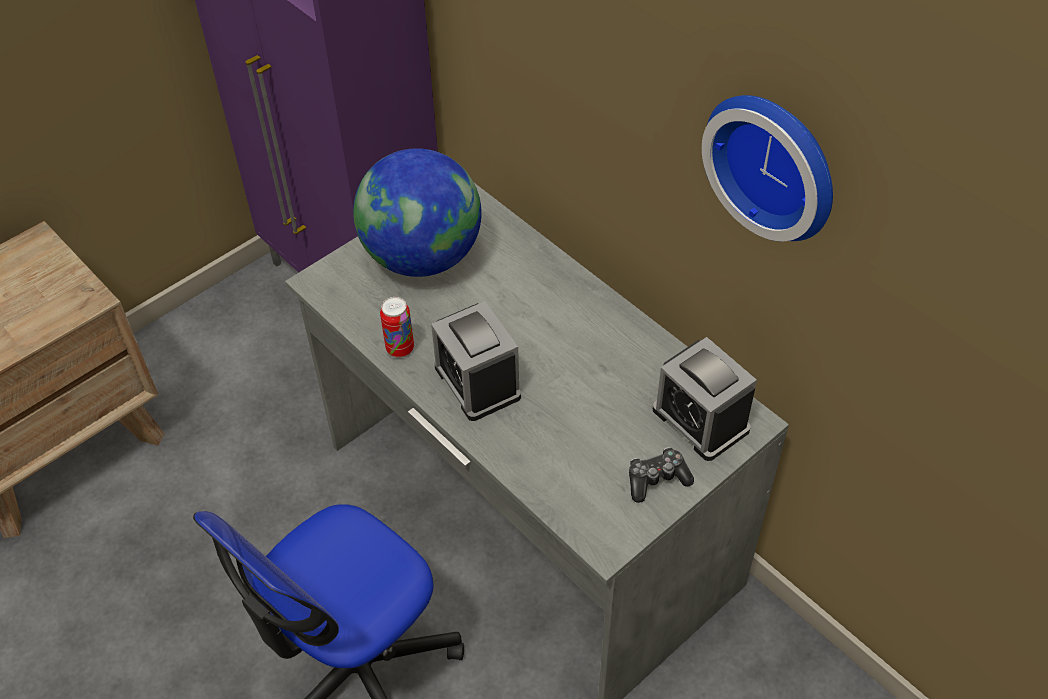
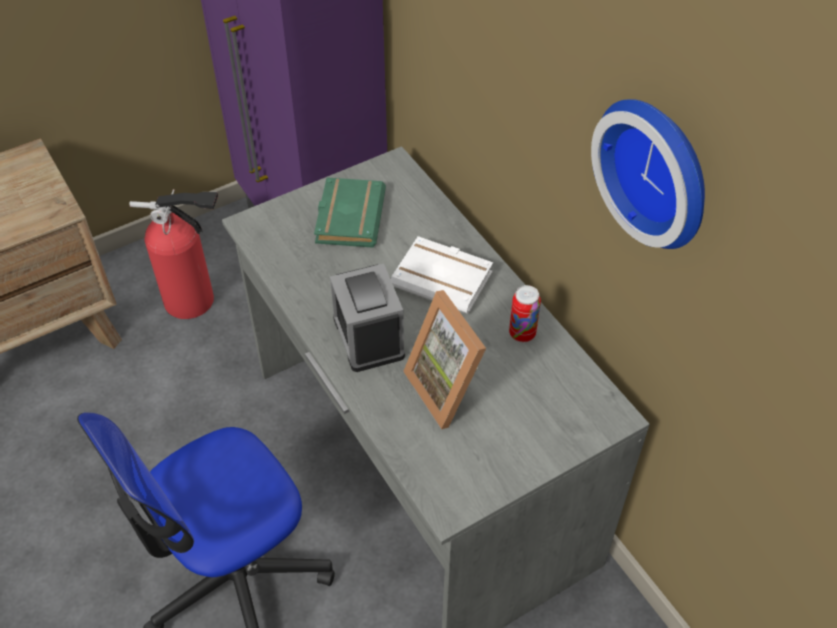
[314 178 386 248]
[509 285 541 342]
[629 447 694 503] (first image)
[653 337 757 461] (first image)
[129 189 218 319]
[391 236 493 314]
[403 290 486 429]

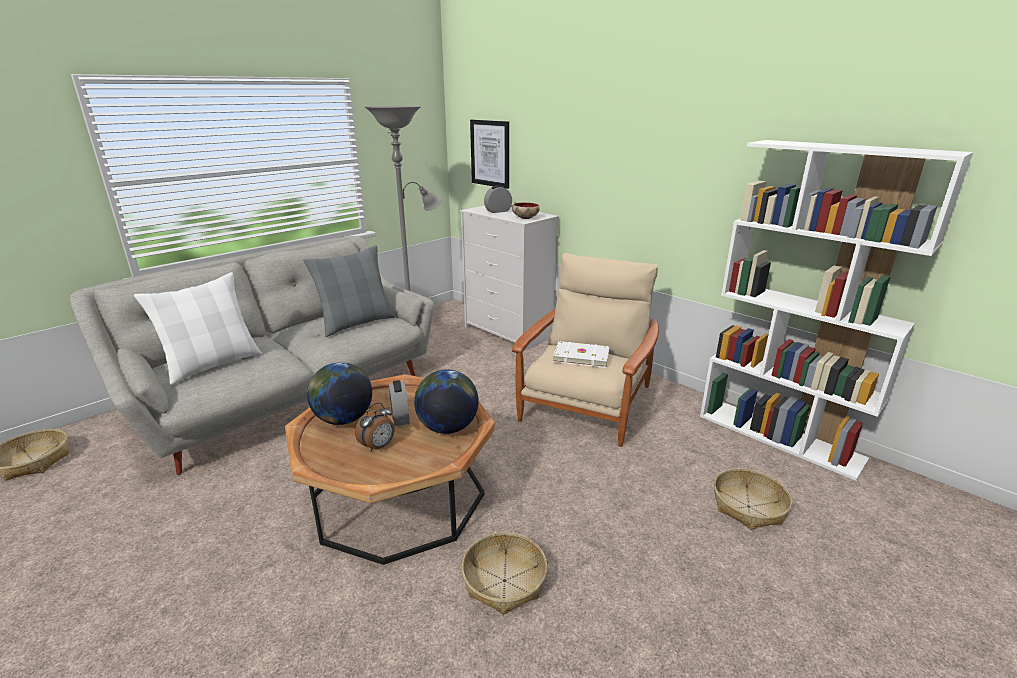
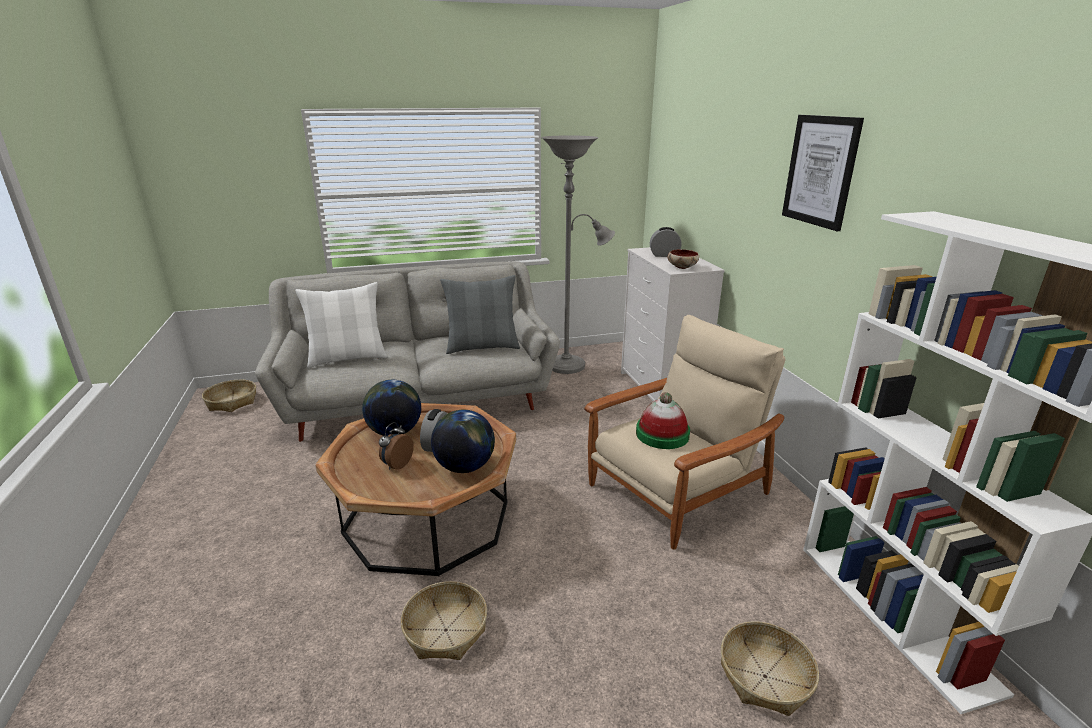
[379 422 414 470]
[782 115 864 231]
[636 392 690 449]

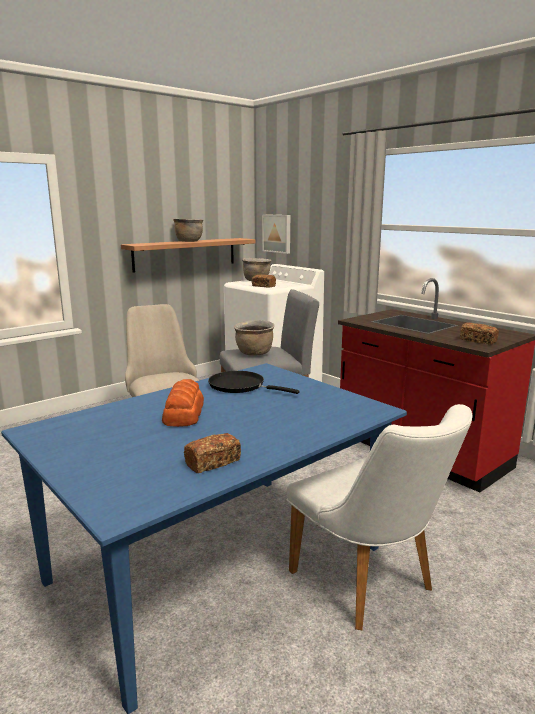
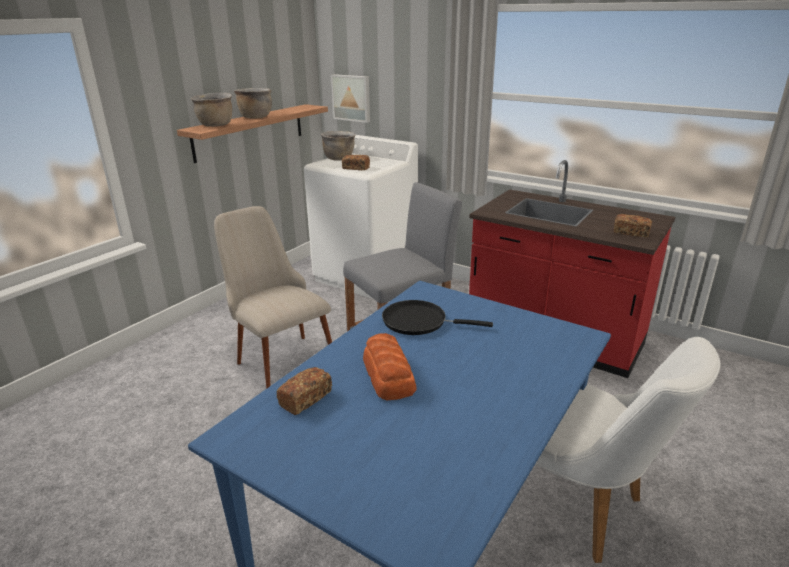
[276 367 332 415]
[191 93 232 127]

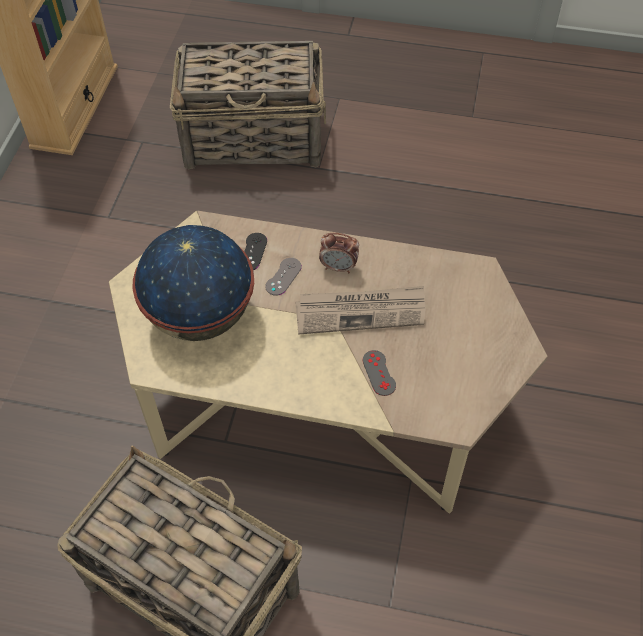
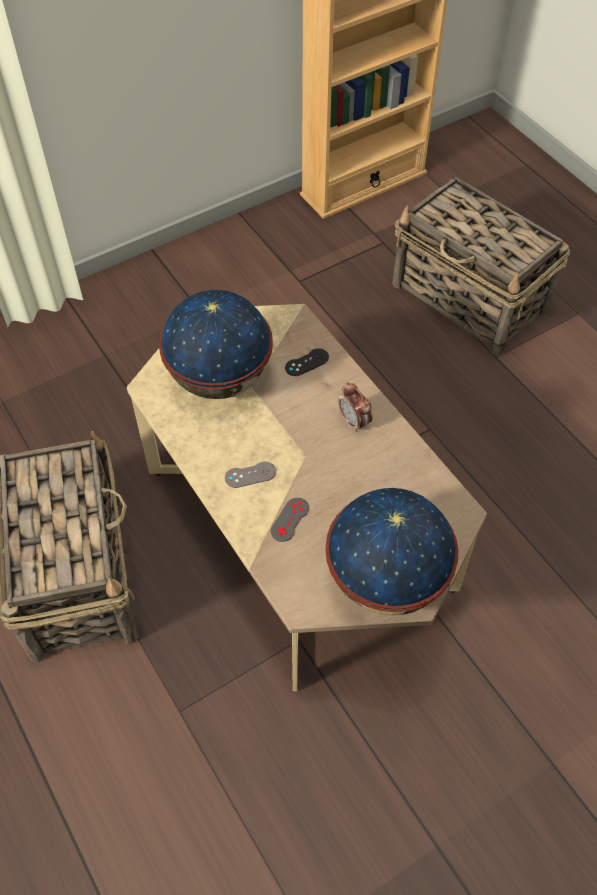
[225 461 276 488]
[296 286 425 335] (first image)
[325 488 458 616]

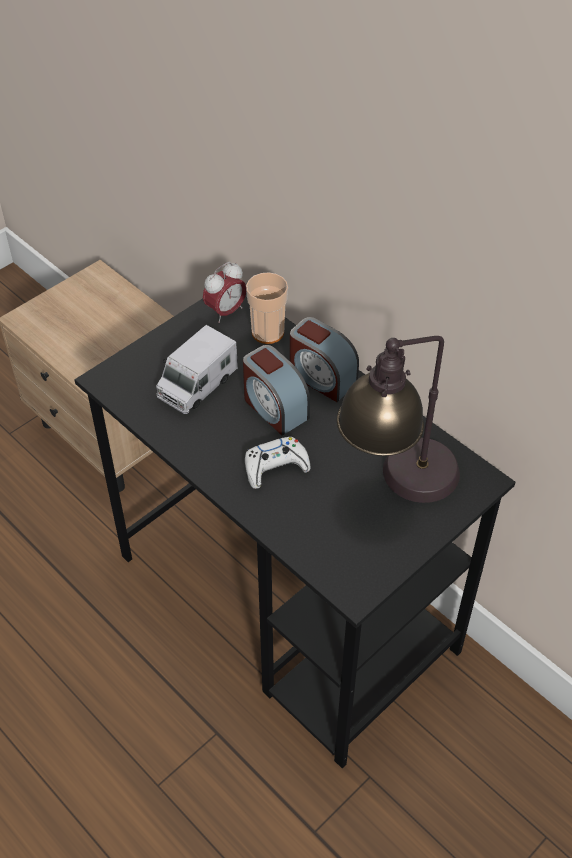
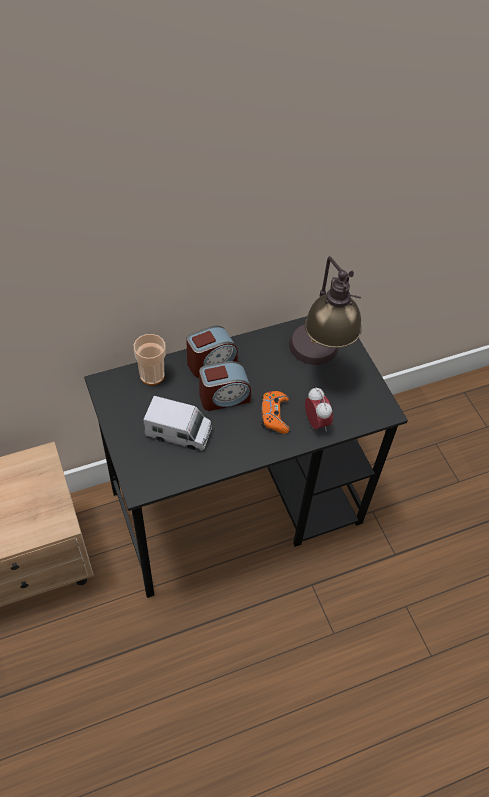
[144 396 212 451]
[305 387 333 431]
[262 391 290 434]

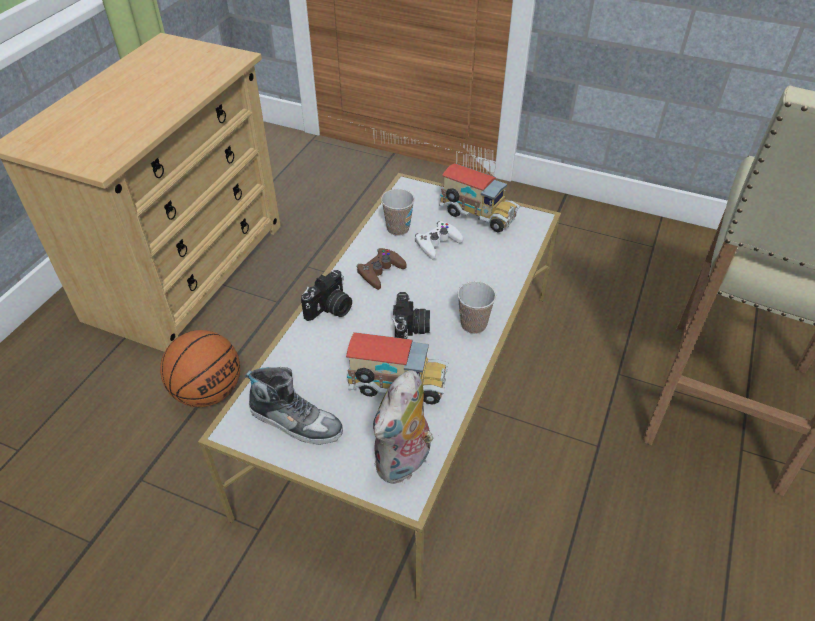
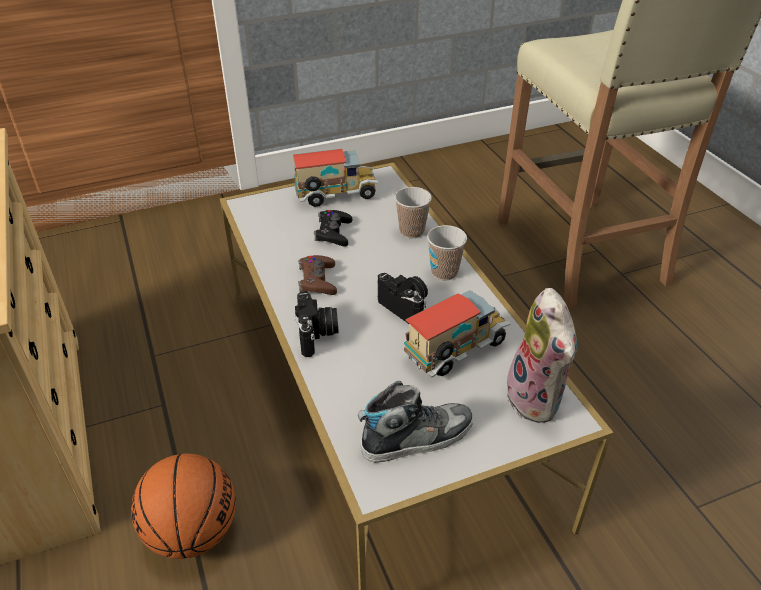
[395 187 432 238]
[314 210 352 247]

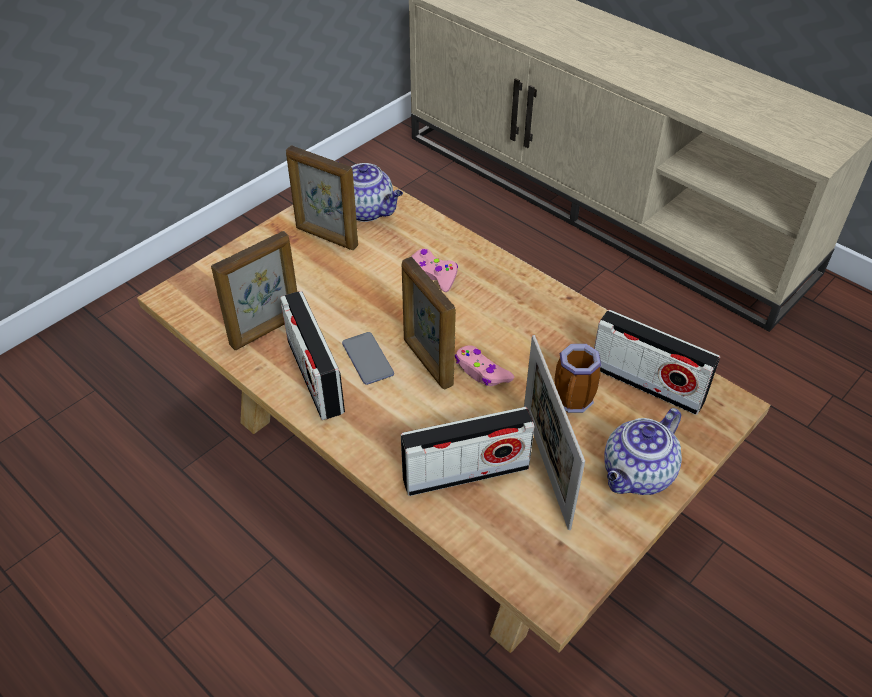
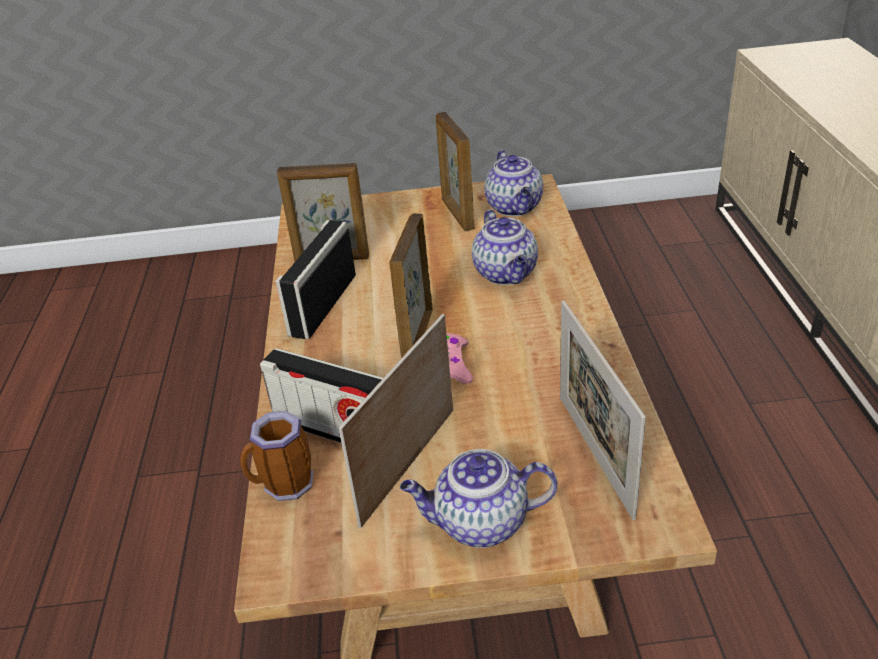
[342 332 394 385] (first image)
[472 209 538 285]
[240 411 313 501]
[560 301 646 520]

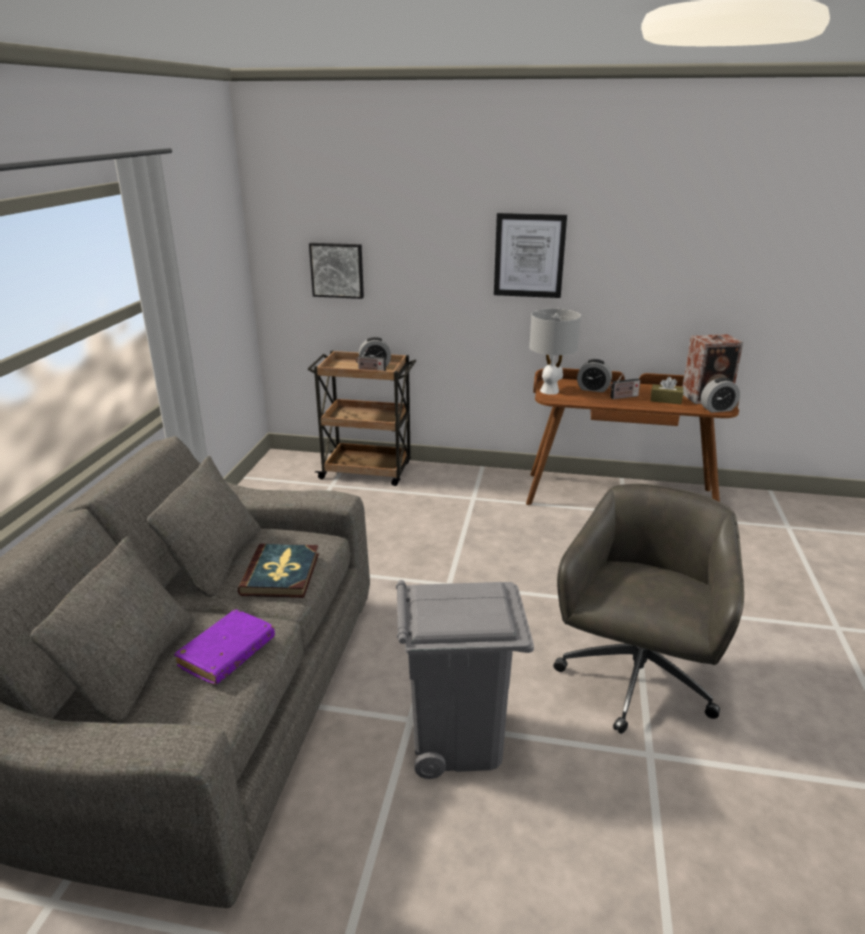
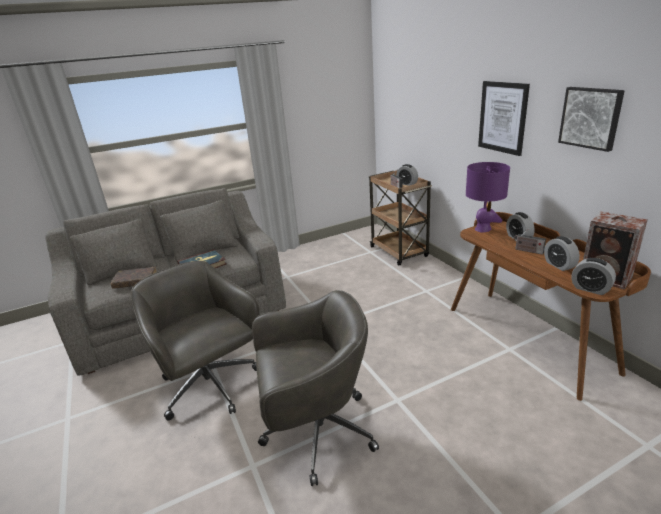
[111 267 157 289]
[558 87 625 152]
[131 261 260 420]
[466 162 510 233]
[544 236 580 271]

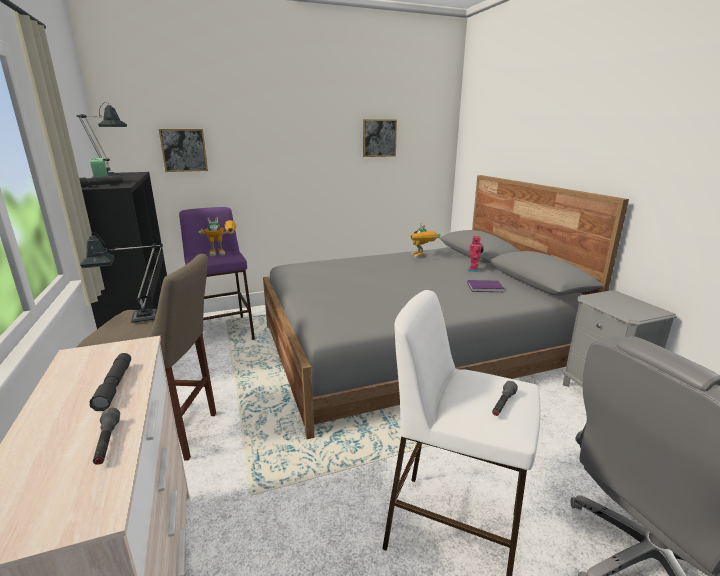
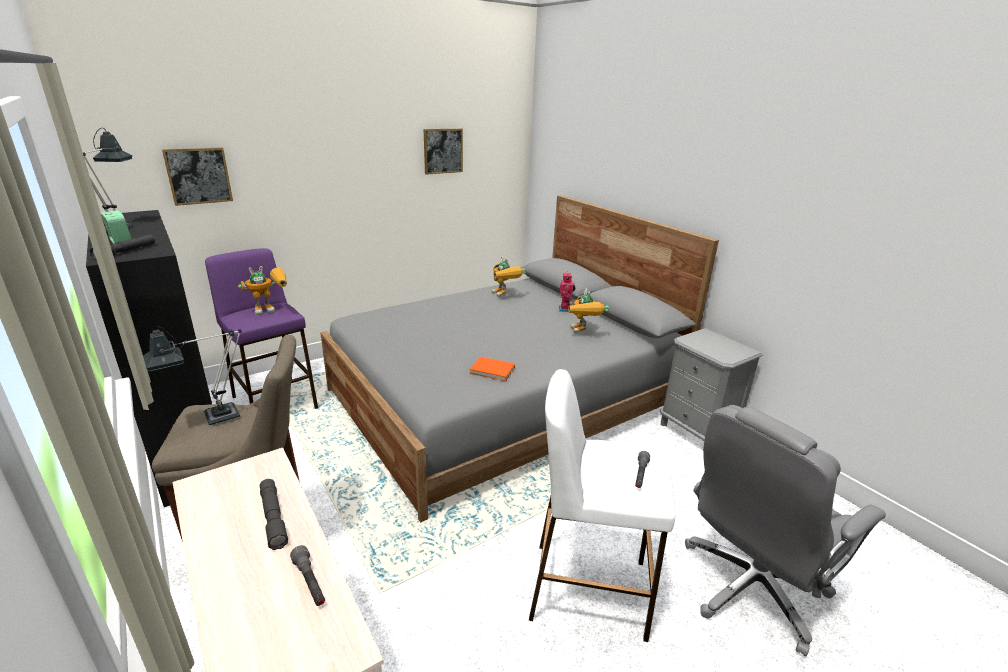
[568 288 609 334]
[469 357 515 381]

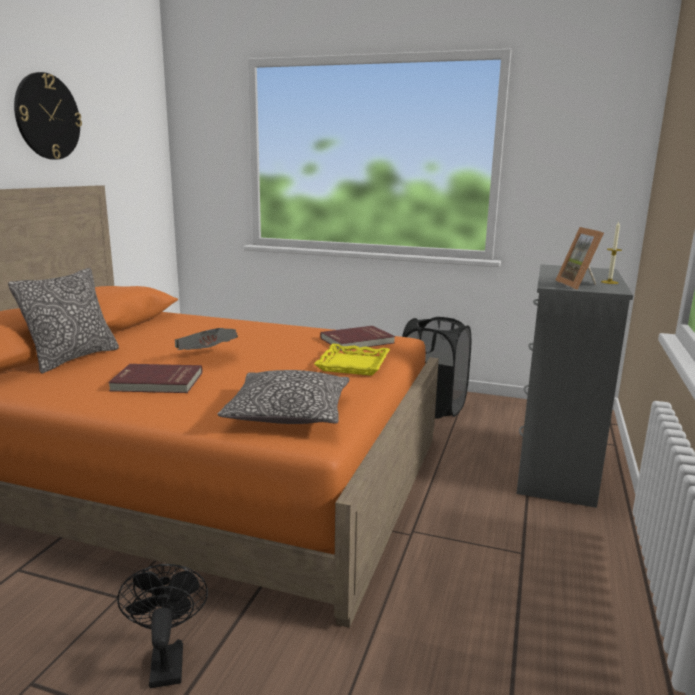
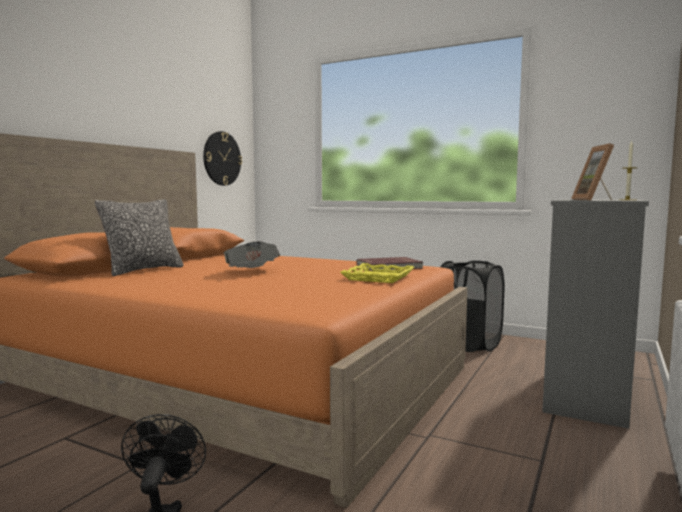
[203 131 242 186]
[108 364 202 393] (first image)
[218 370 349 424] (first image)

